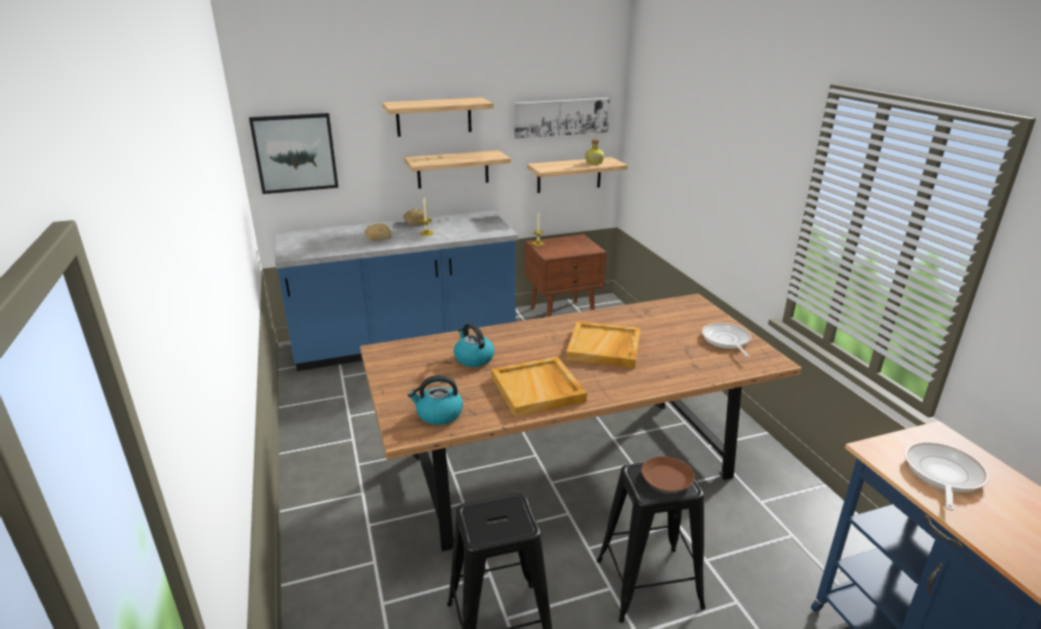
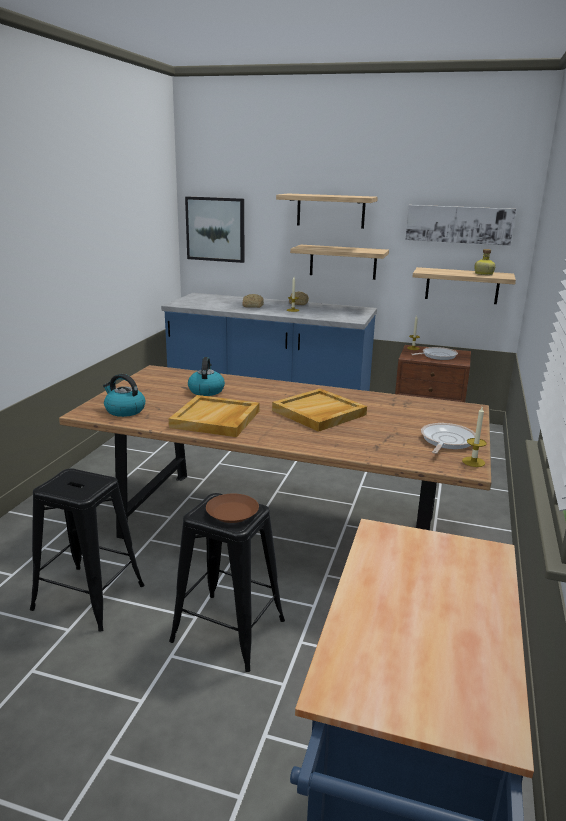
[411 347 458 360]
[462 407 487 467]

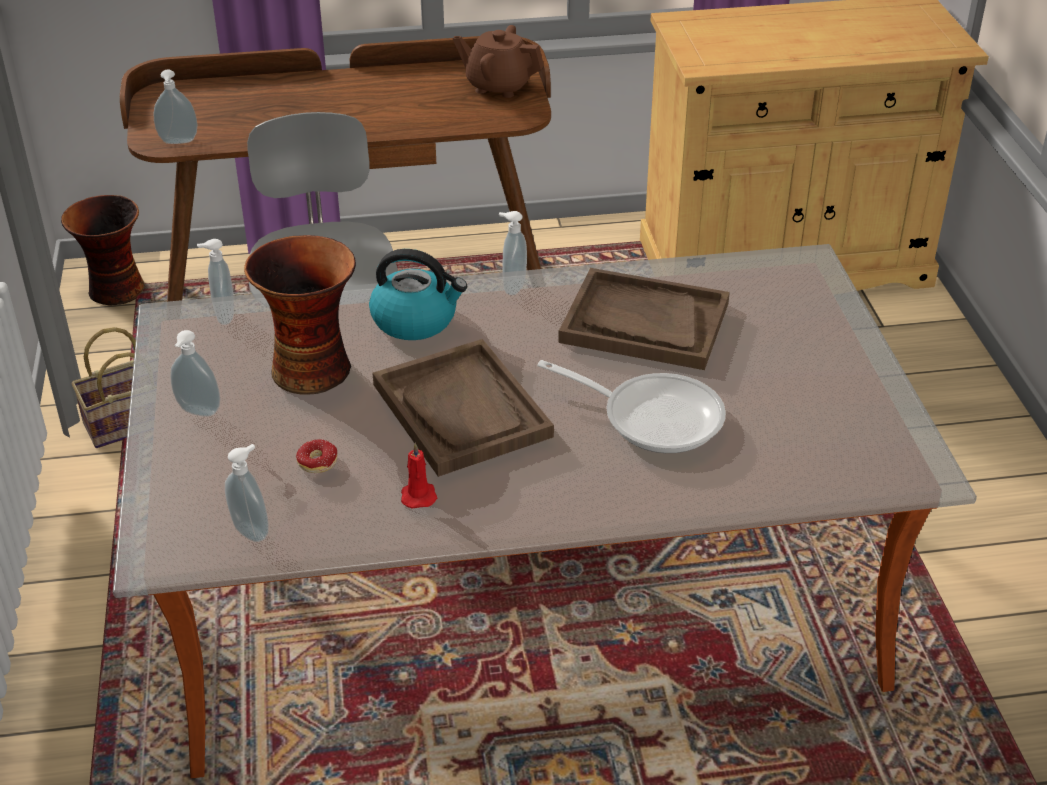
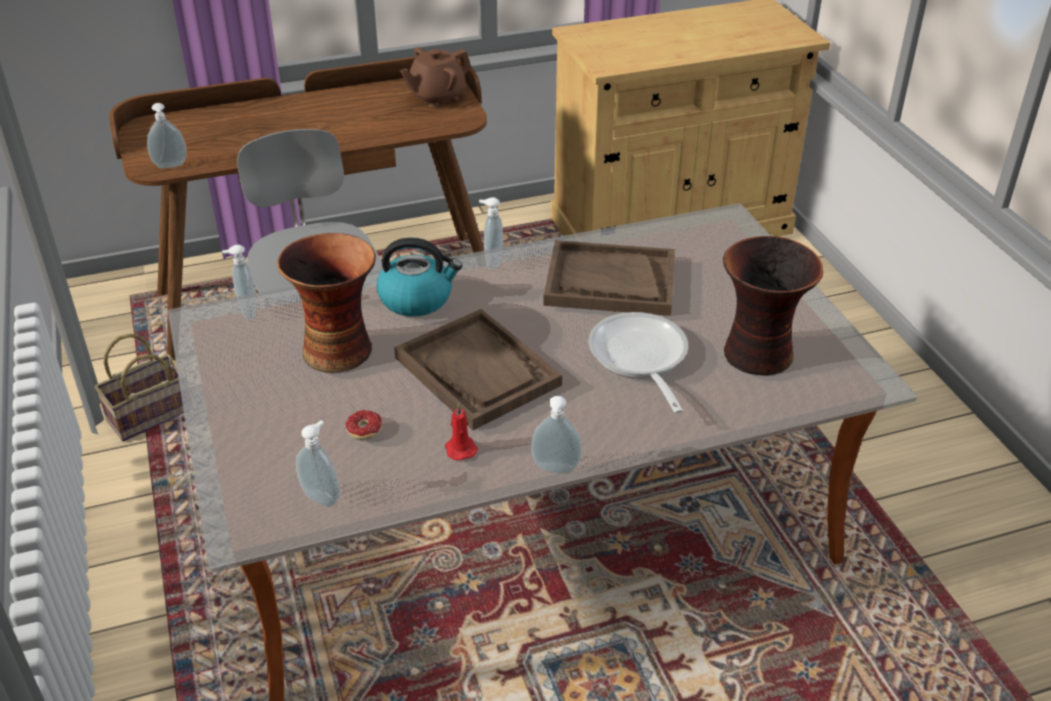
[723 236 823 376]
[531 396 582 474]
[400 47 471 107]
[589 312 688 413]

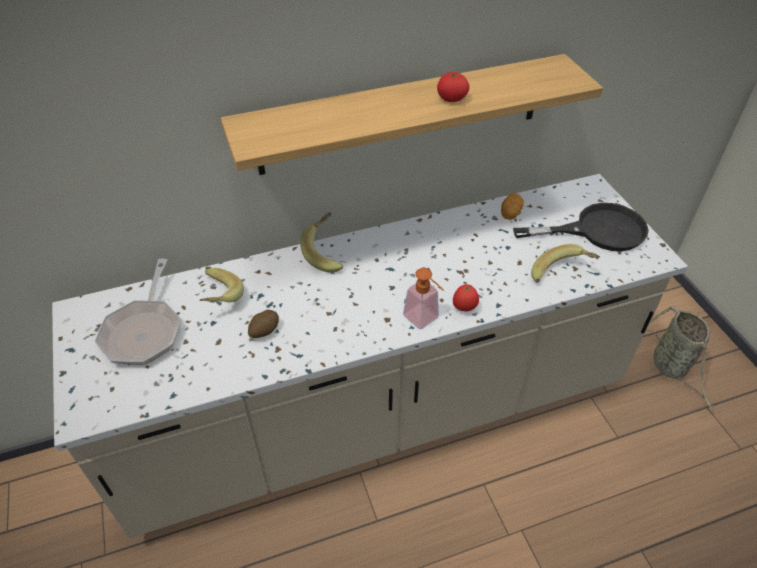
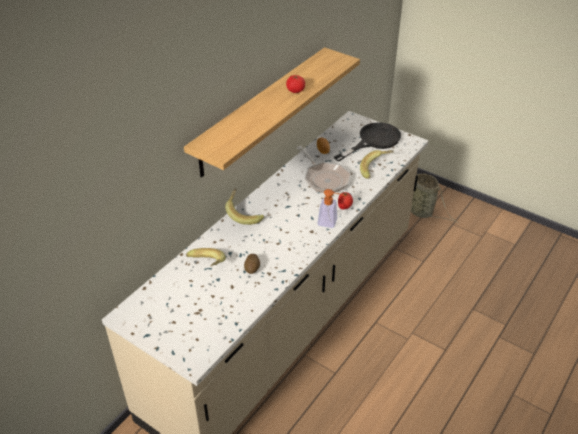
[296 146 351 193]

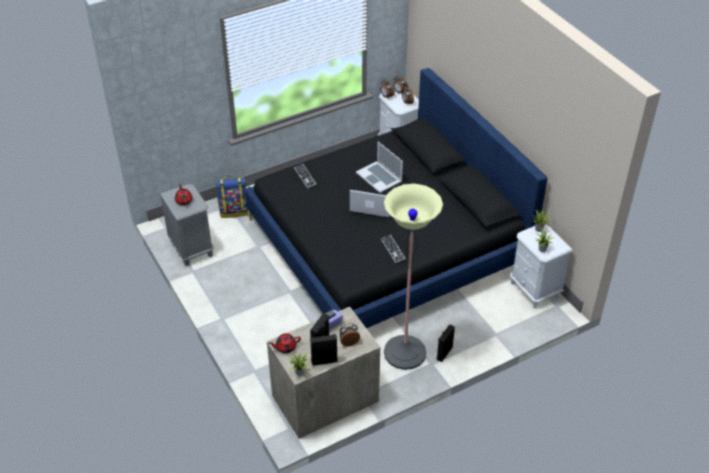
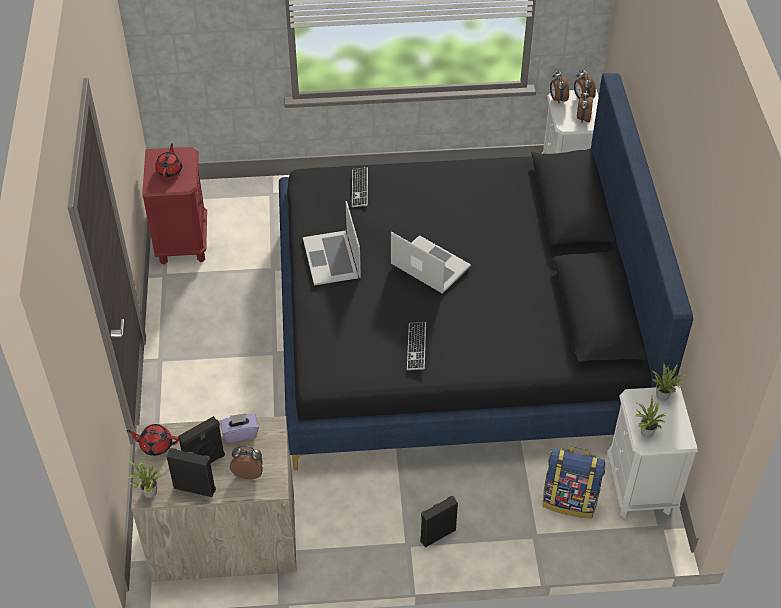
[142 147 207 265]
[542 447 605 518]
[303 201 361 285]
[384 184 443 370] (first image)

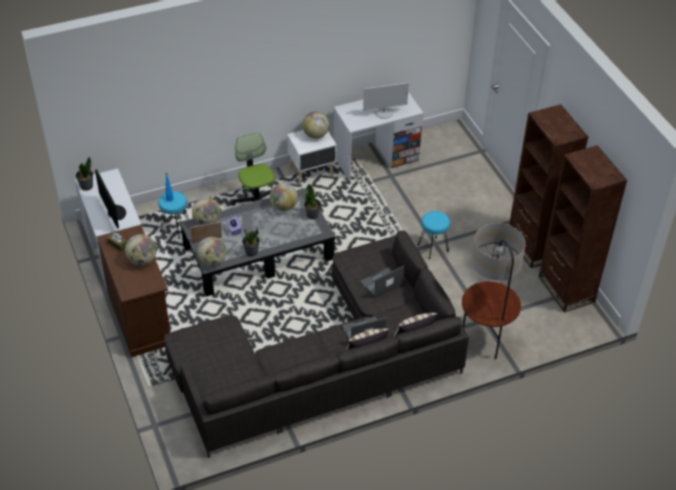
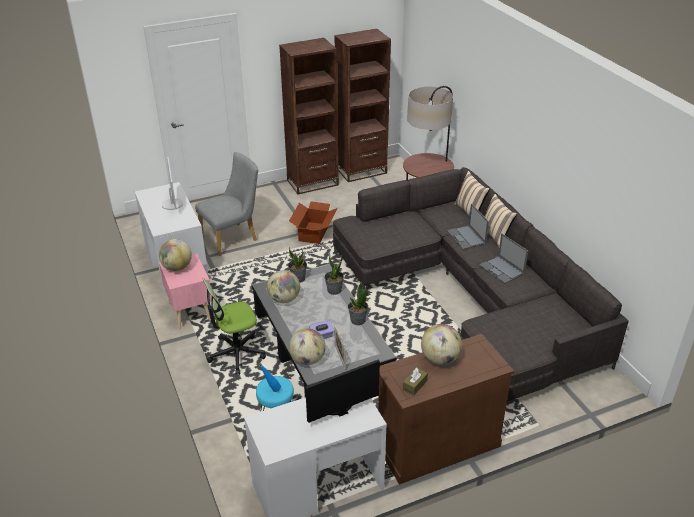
[324 252 344 295]
[197 237 227 266] (first image)
[159 253 212 329]
[479 233 528 284]
[289 201 337 244]
[195 152 258 256]

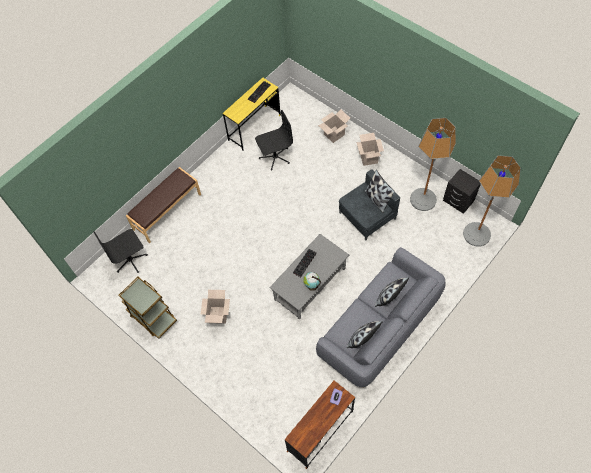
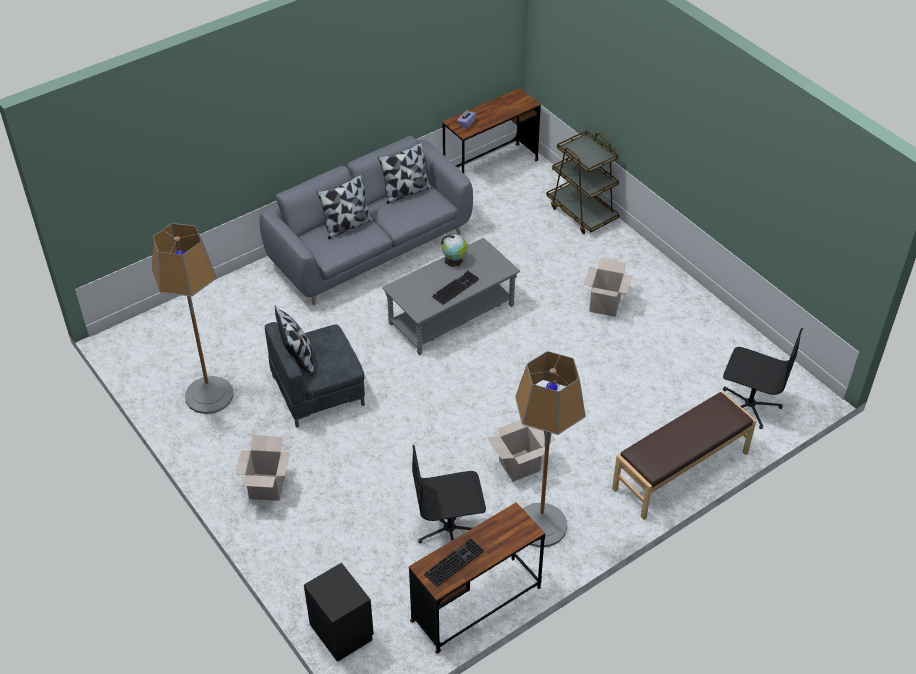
[723 328 803 429]
[546 130 620 234]
[409 502 545 654]
[487 420 555 482]
[304 563 374 662]
[515 351 586 548]

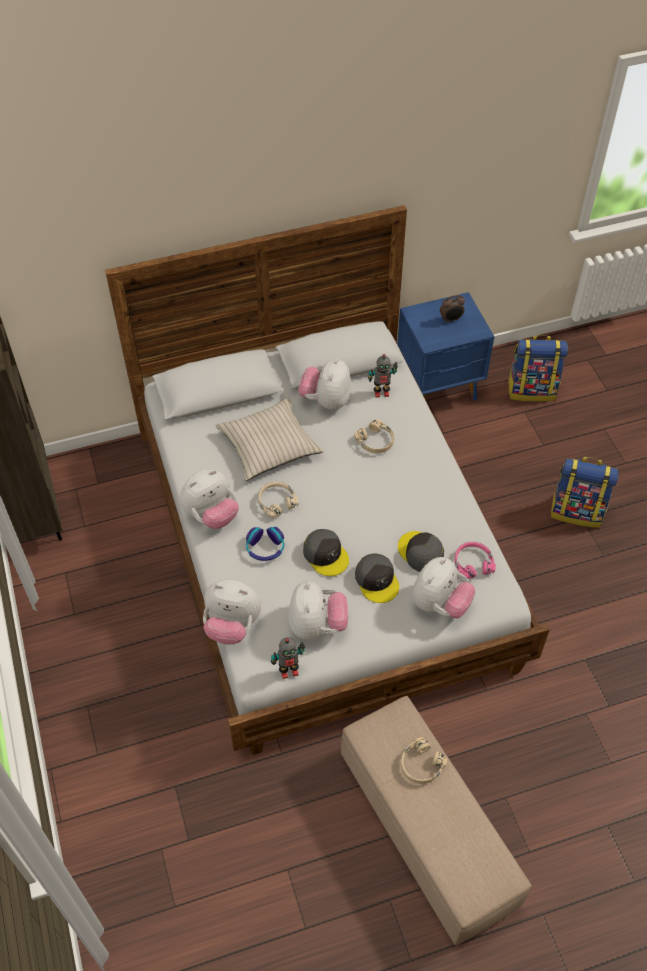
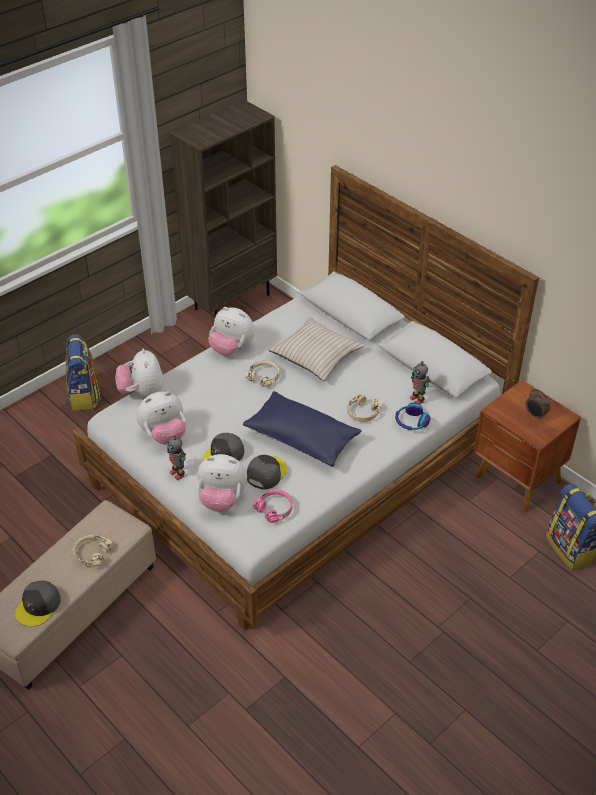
[395 403 431 430]
[167 435 186 480]
[298 358 351 410] (first image)
[15 581 61 627]
[473 380 581 512]
[65 334 100 411]
[243 391 362 467]

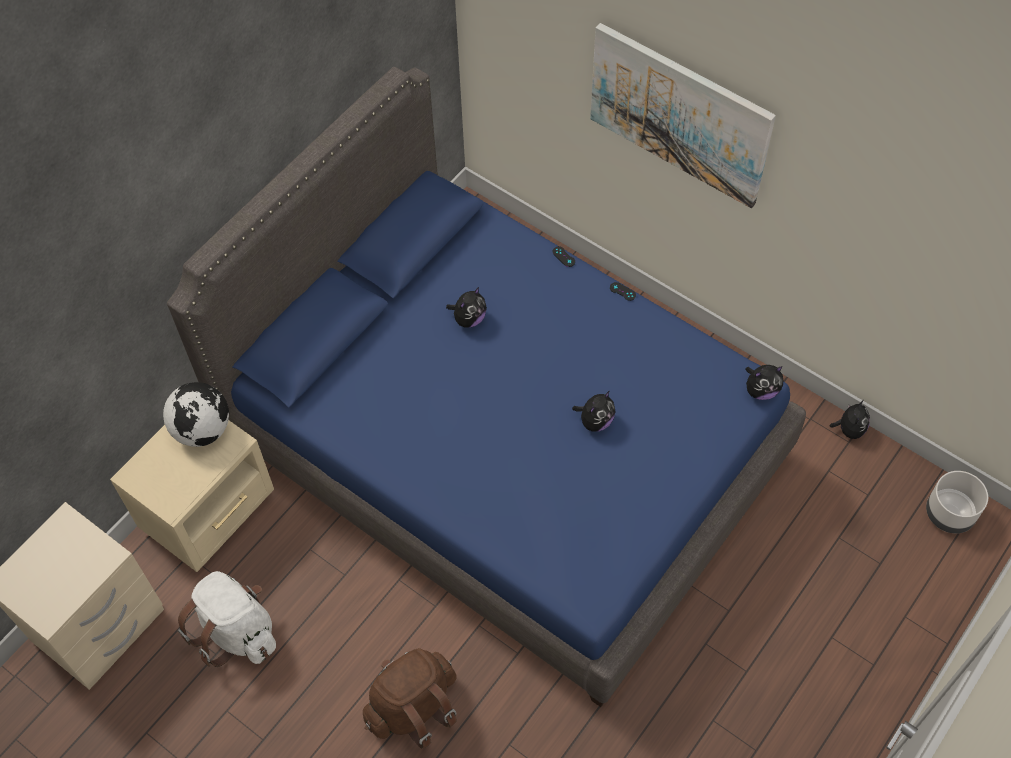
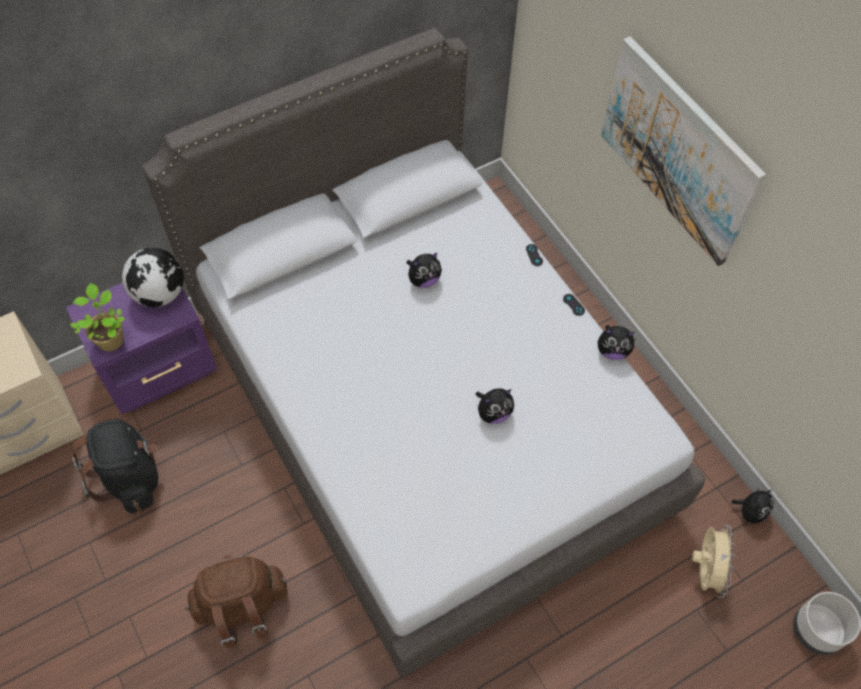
[66 282 217 414]
[142 28 705 677]
[72 419 158 513]
[598 325 635 360]
[70 283 125 351]
[692 525 736 598]

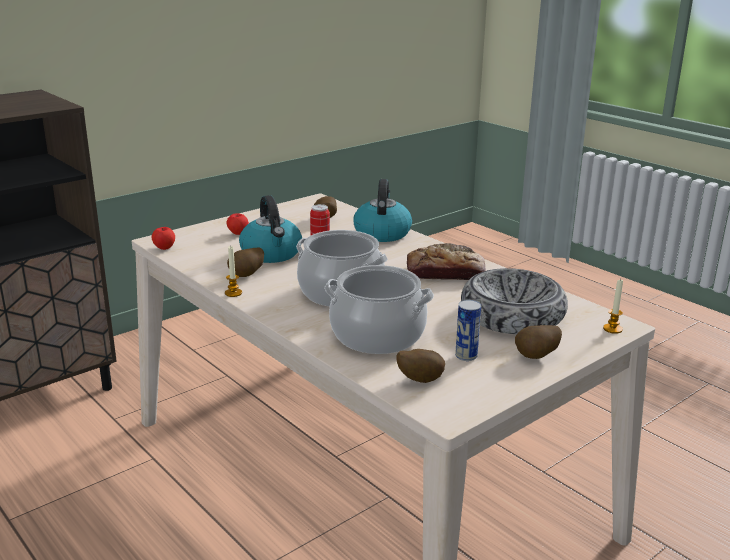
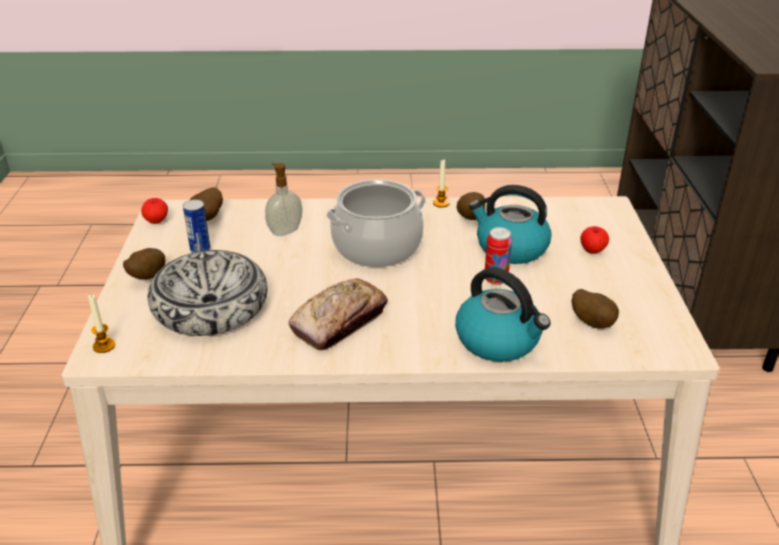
[141 198 168 224]
[265 163 302 236]

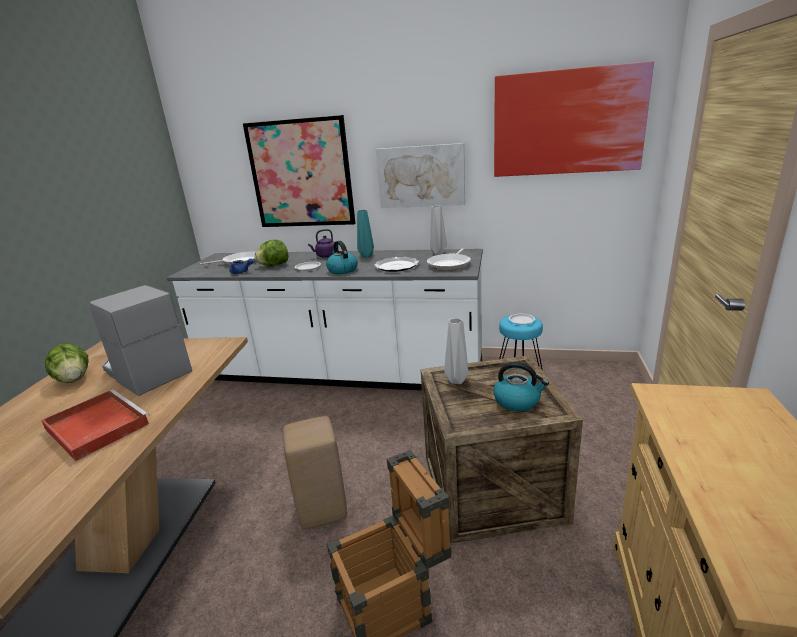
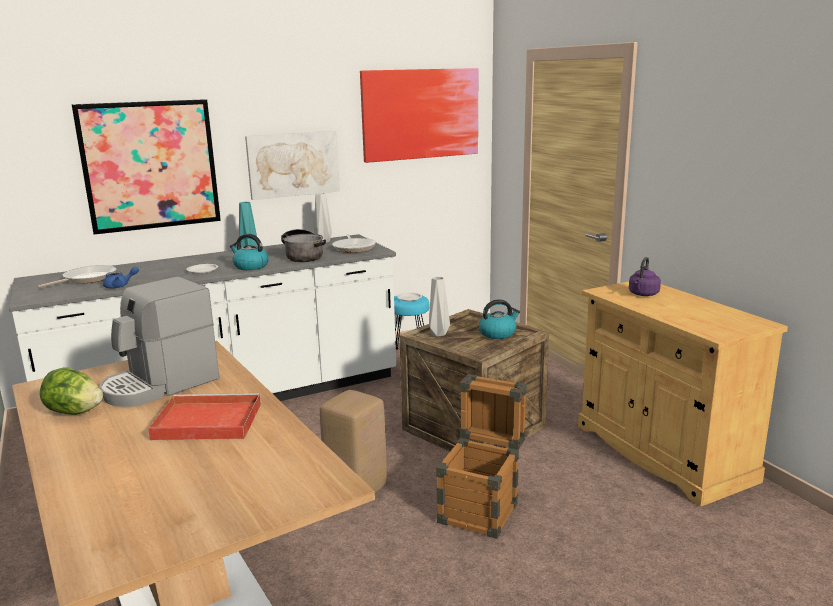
[100 277 219 407]
[254 239 288 266] (first image)
[629 257 661 296]
[281 229 326 262]

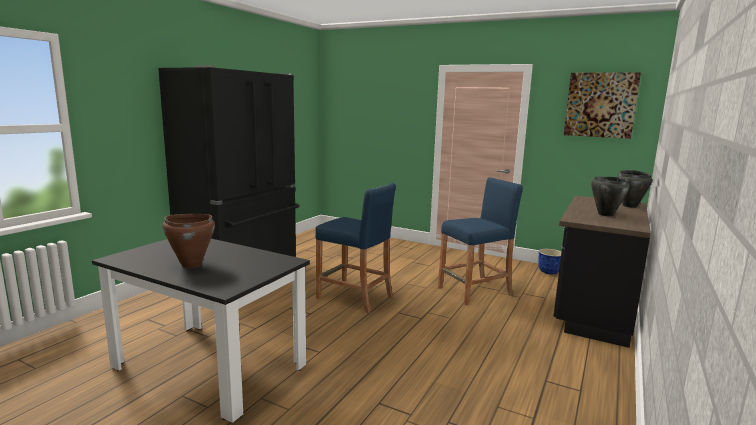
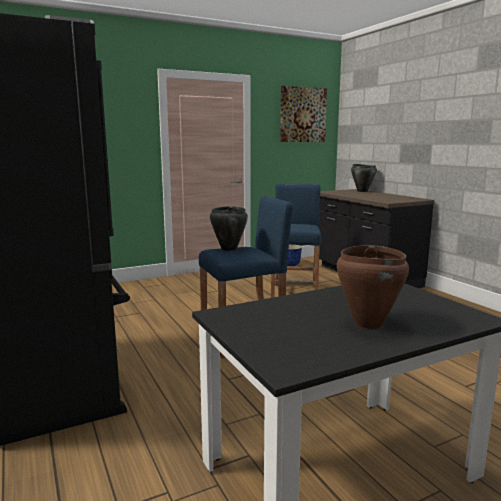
[210 206 248 251]

